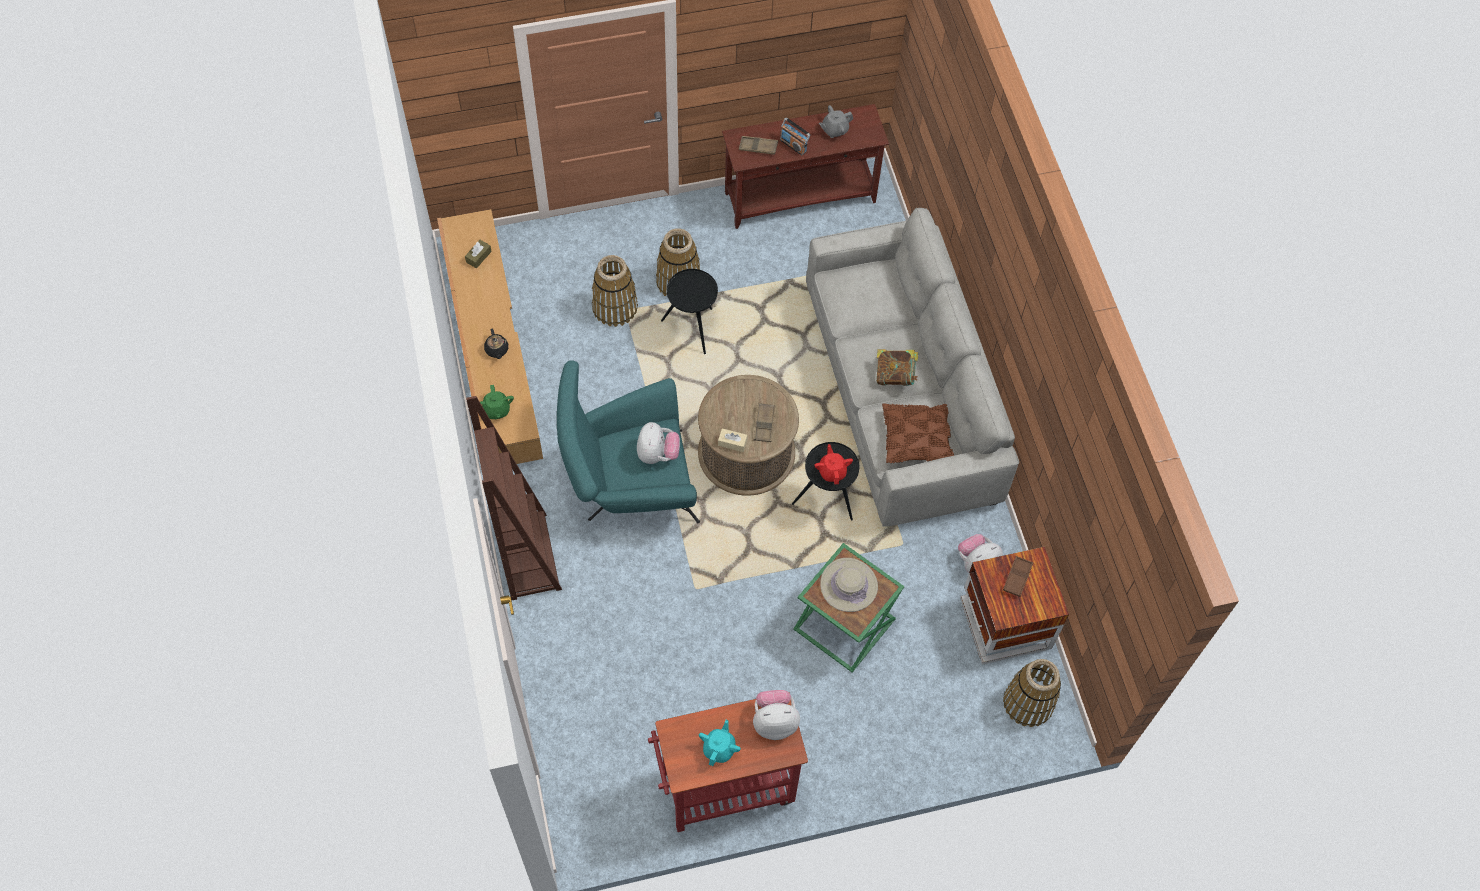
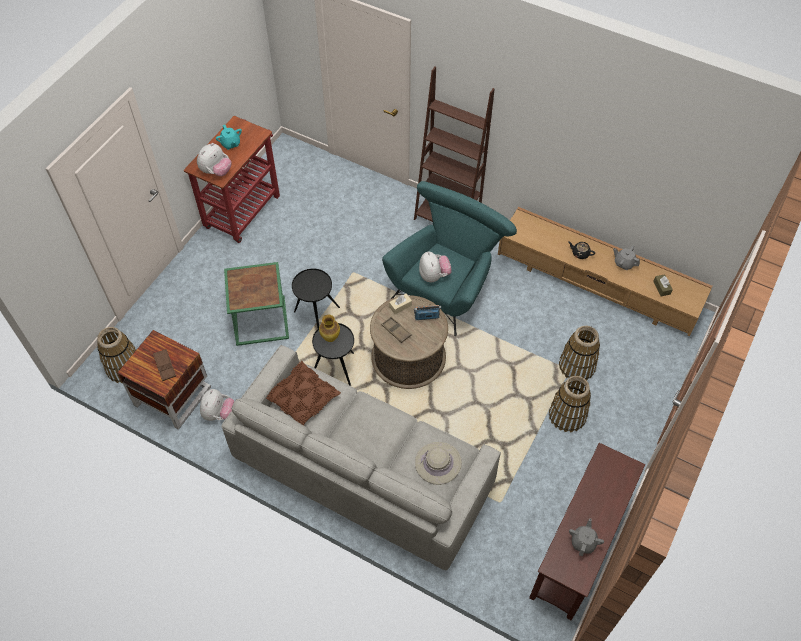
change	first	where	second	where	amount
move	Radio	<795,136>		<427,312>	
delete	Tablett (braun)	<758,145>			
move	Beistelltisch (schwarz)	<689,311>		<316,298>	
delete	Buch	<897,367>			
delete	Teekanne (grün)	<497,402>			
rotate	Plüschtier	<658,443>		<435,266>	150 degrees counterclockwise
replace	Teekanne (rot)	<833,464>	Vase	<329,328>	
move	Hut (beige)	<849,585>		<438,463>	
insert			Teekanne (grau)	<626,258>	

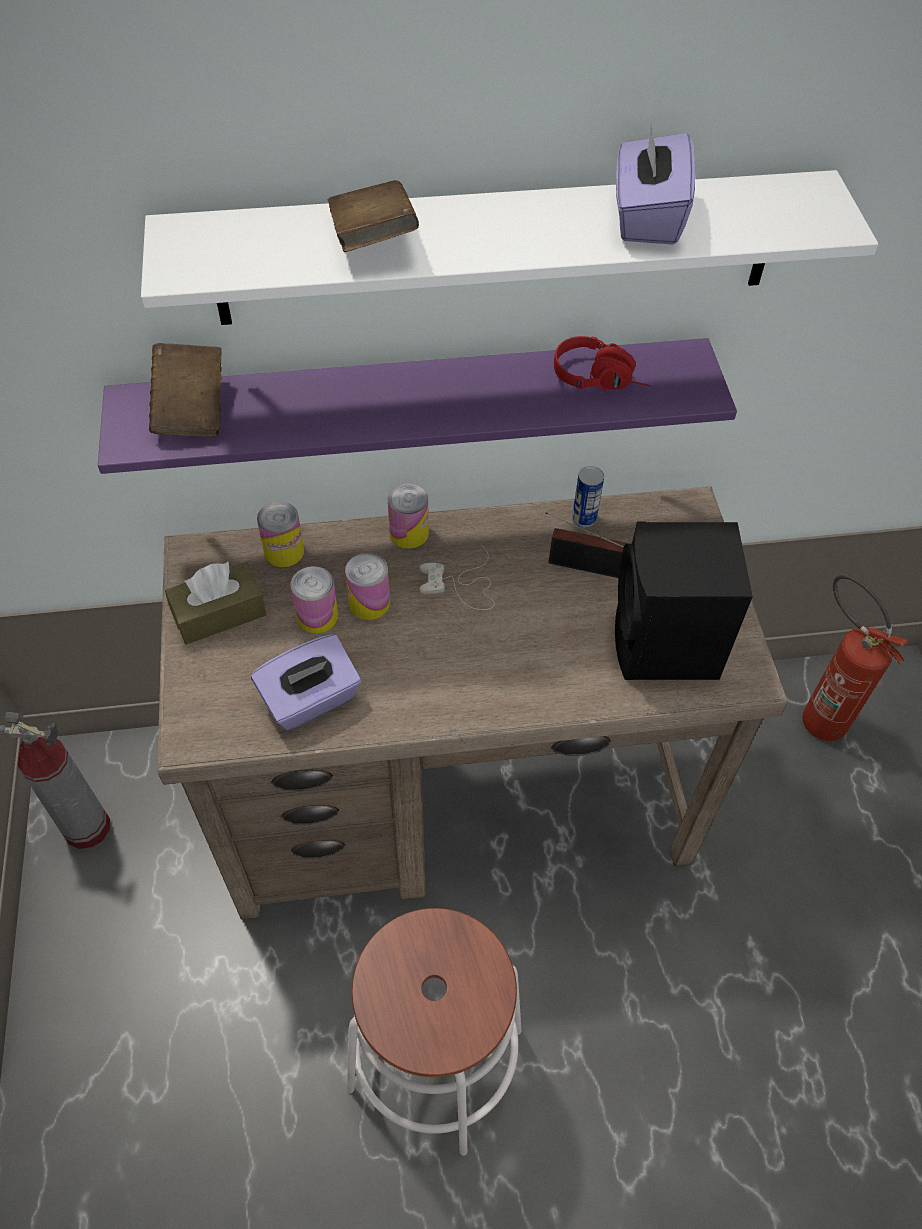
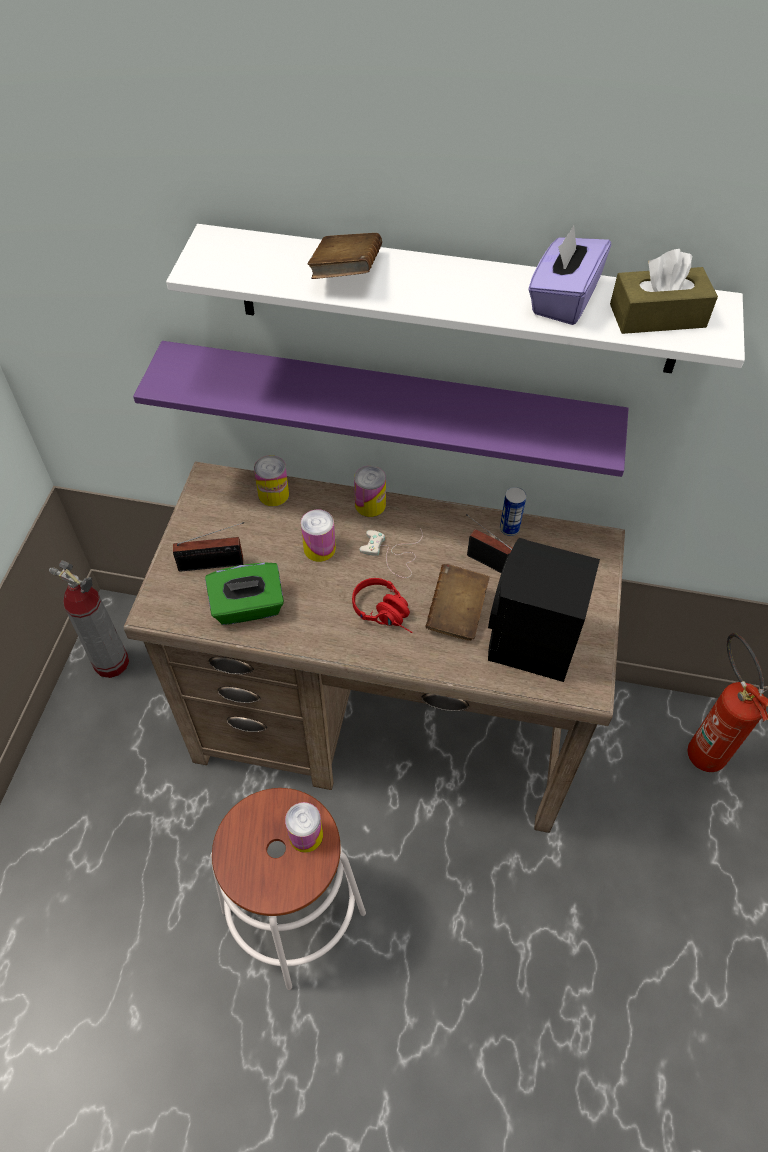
change	first	where	second	where	amount
move	Kopfhörer (rot)	<602,363>		<382,605>	
move	Buch (braun)	<185,390>		<457,602>	
move	Taschentuchbox (braun)	<216,603>		<664,291>	
move	Dose	<314,600>		<304,827>	
recolor	Taschentuchbox (lila)	<306,682>	Taschentuchbox (grün)	<244,593>	
insert			Radio	<208,547>	

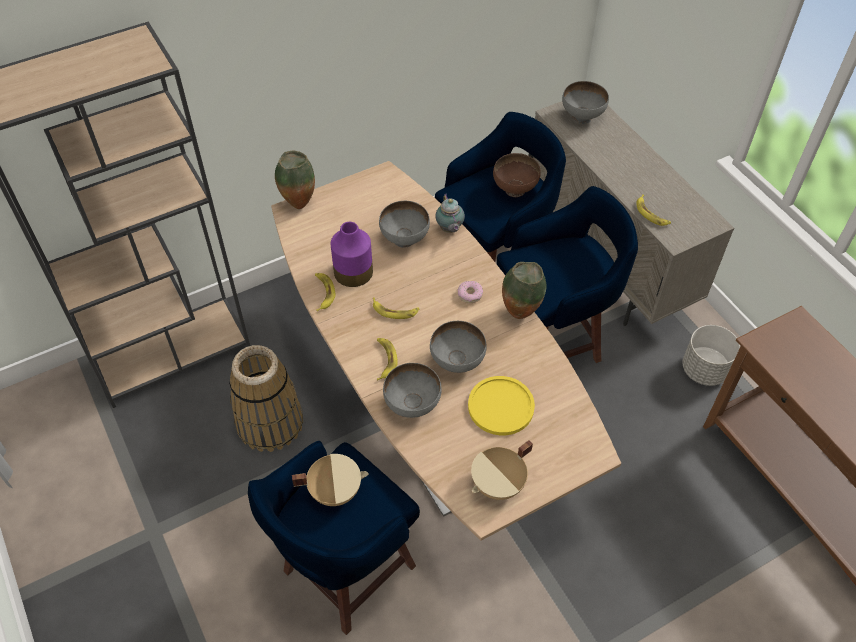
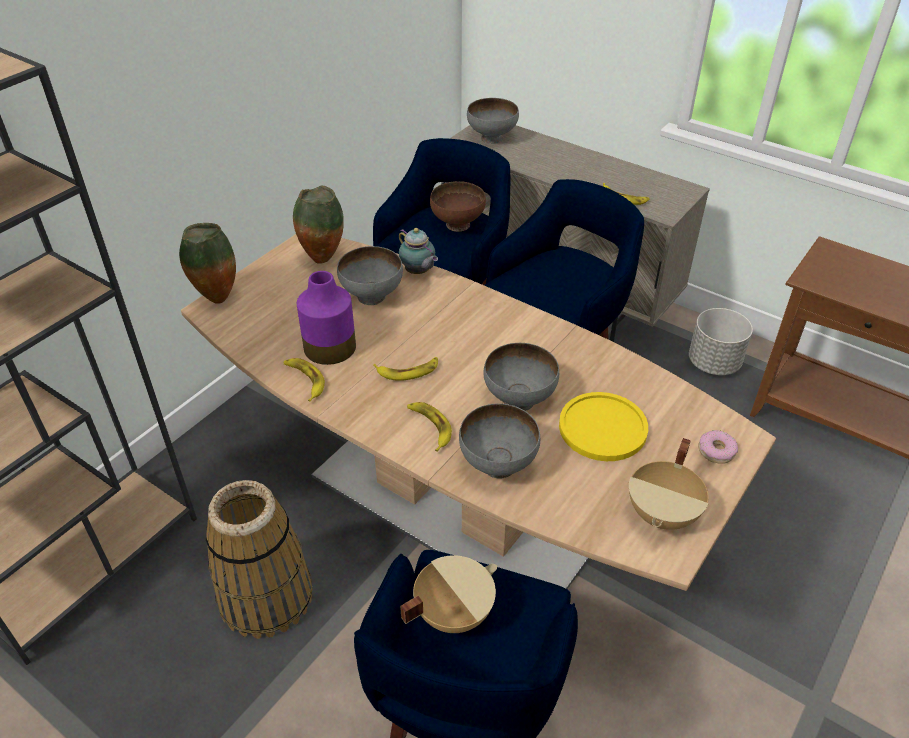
change	first	where	second	where	amount
move	Vase	<524,290>		<318,224>	
move	Donut	<470,292>		<718,447>	

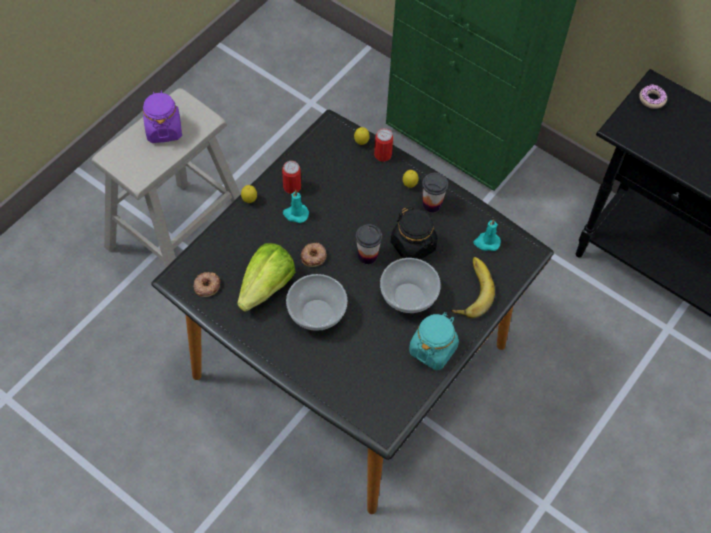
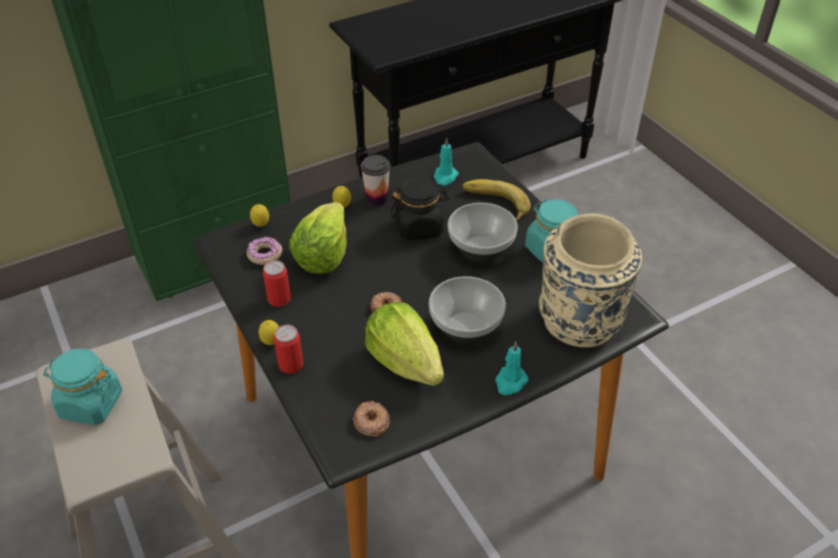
change	first	where	second	where	amount
move	Donut	<653,96>		<264,251>	
recolor	Vorratsglas (lila)	<162,117>	Vorratsglas (türkis)	<83,386>	
move	Dose	<383,145>		<288,349>	
move	Kerze (türkis)	<296,206>		<511,368>	
delete	Tasse	<369,244>			
insert			Salatkopf	<318,238>	
insert			Vase (beige)	<590,280>	

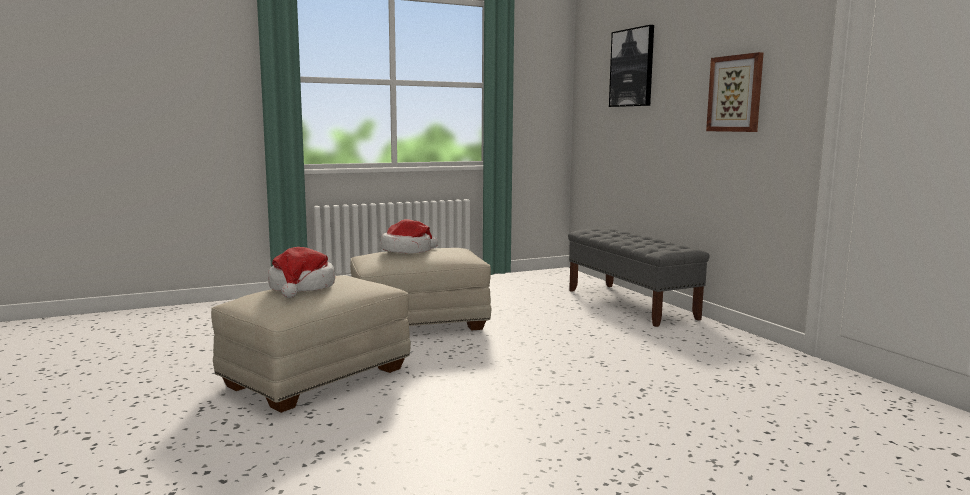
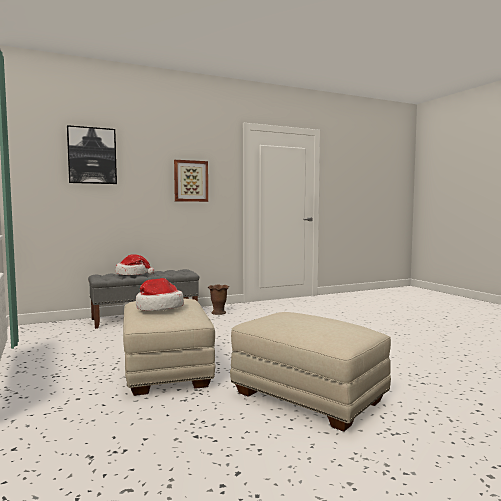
change	first	where	second	where	amount
move	Hut	<301,272>		<135,264>	
insert			Vase (braun)	<218,299>	

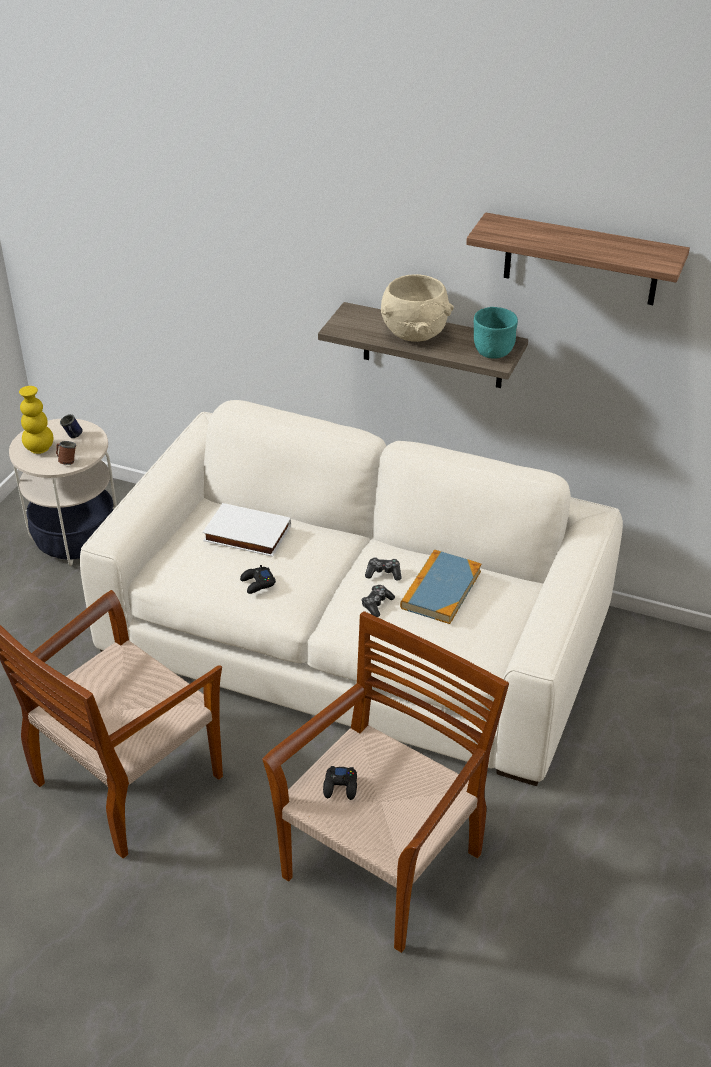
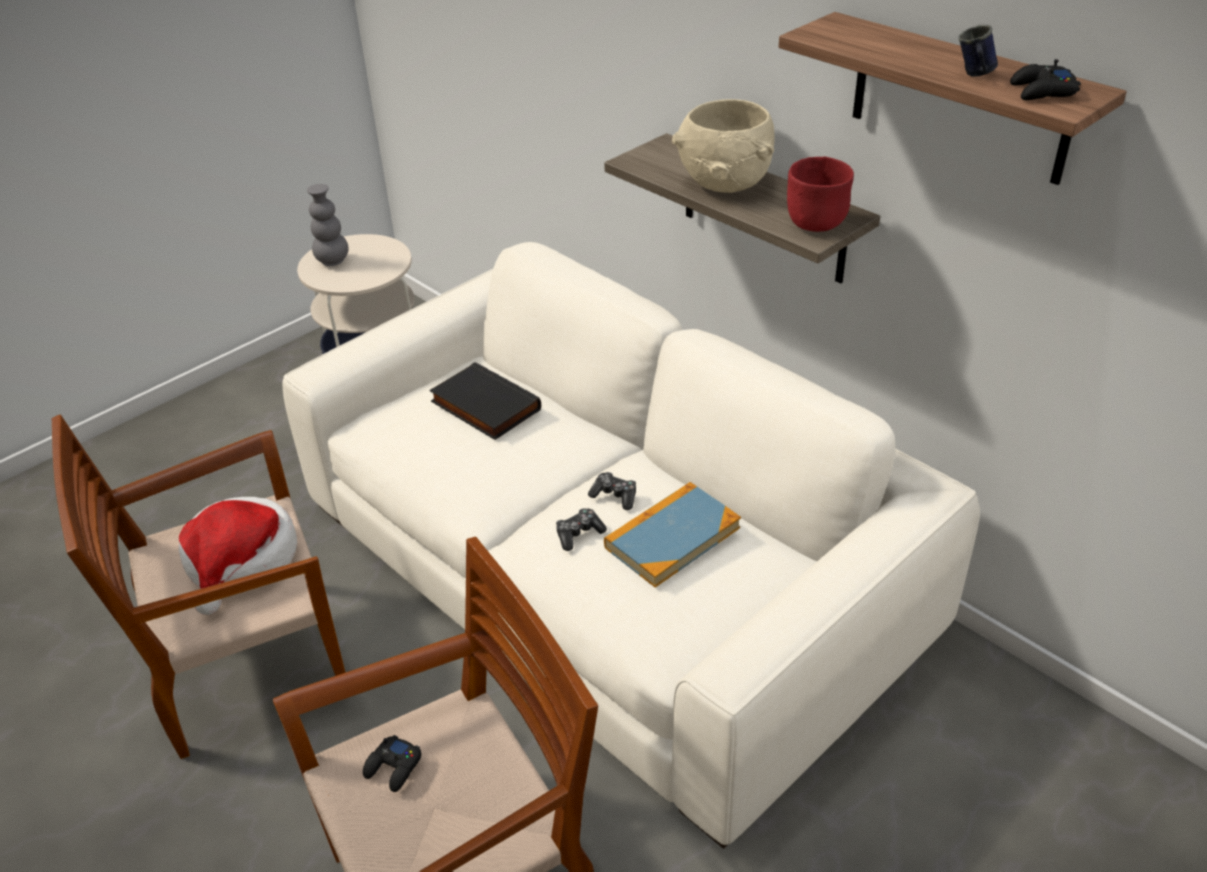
change	first	where	second	where	amount
recolor	Schüssel (türkis)	<496,333>	Schüssel (rot)	<820,194>	
recolor	Vase (gelb)	<36,420>	Vase (grau)	<328,225>	
move	Henkelbecher (blau)	<71,426>		<978,51>	
delete	Henkelbecher (braun)	<66,453>			
recolor	Buch (weiß)	<246,530>	Buch (schwarz)	<485,401>	
move	Gamepad (schwarz)	<258,579>		<1045,79>	
insert			Hut	<237,556>	

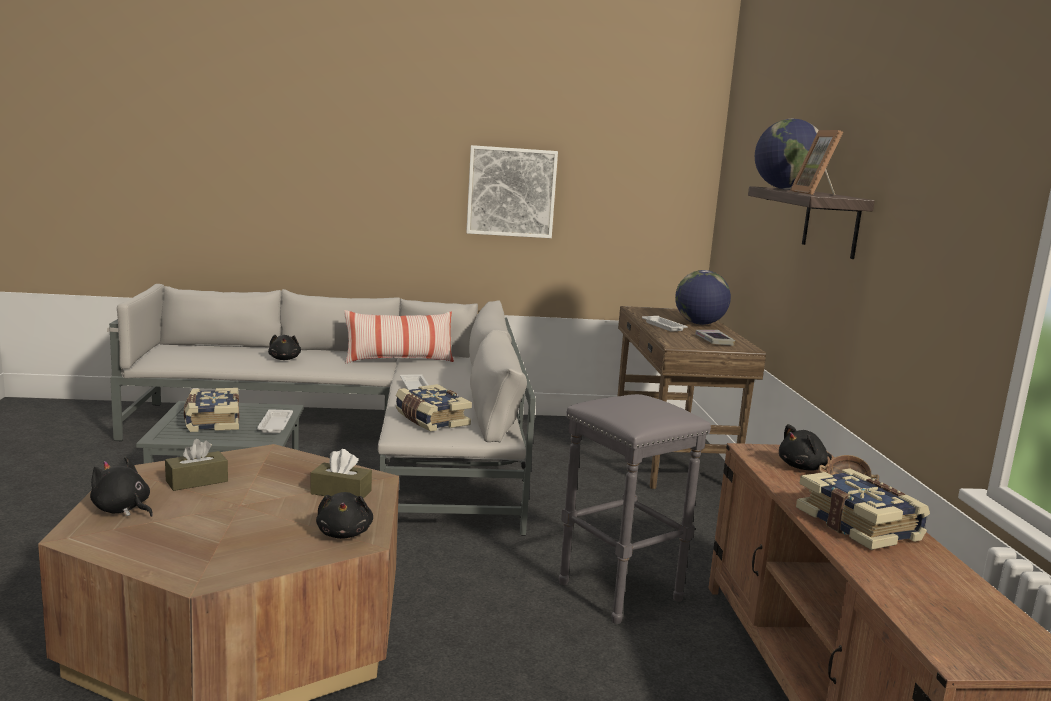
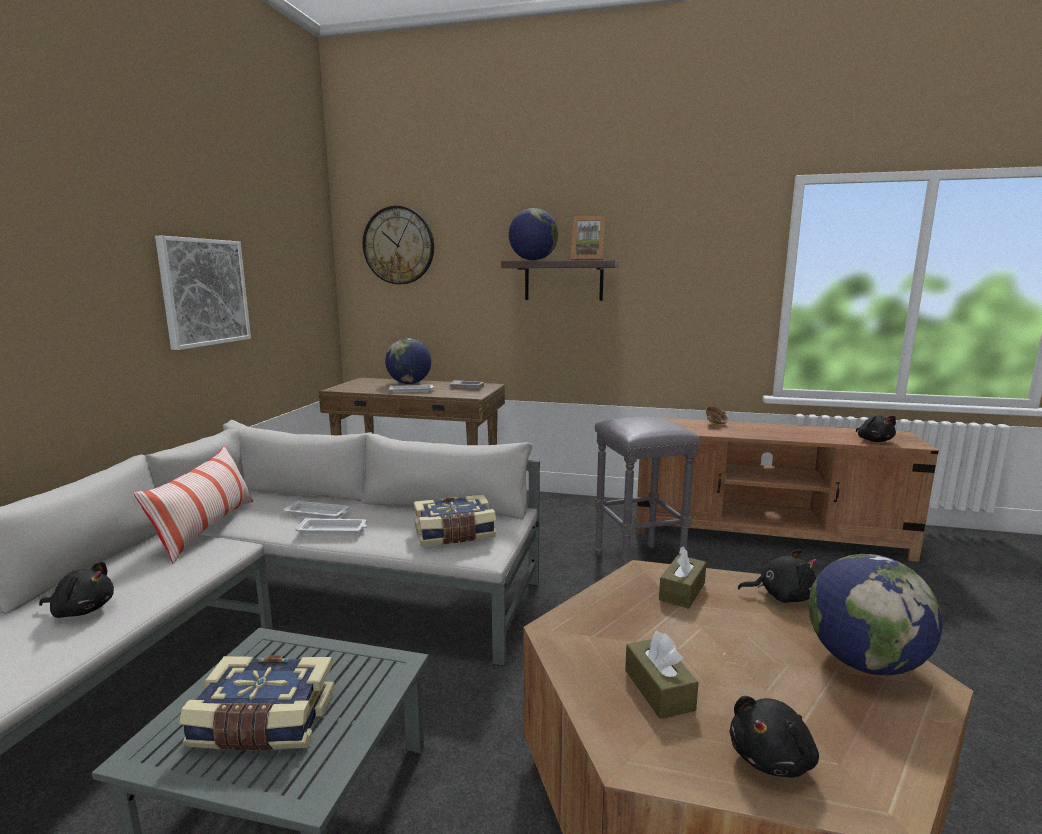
change	first	where	second	where	amount
move	Tablett (weiß)	<275,421>		<317,509>	
move	Plüschtier (schwarz)	<805,447>		<876,428>	
delete	Buch	<863,509>			
insert			Wanduhr	<398,245>	
insert			Globus	<875,614>	

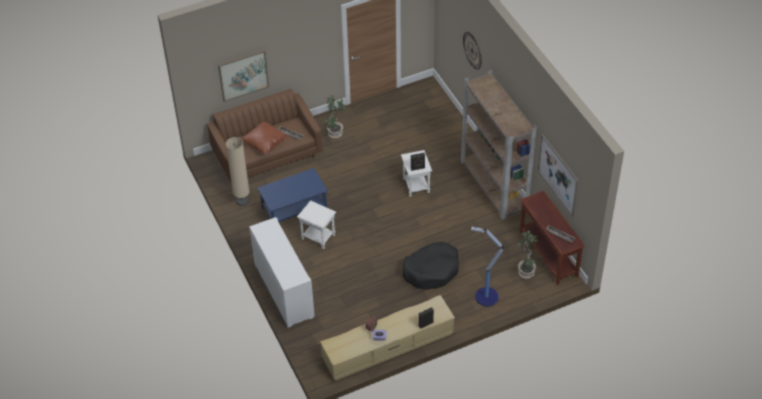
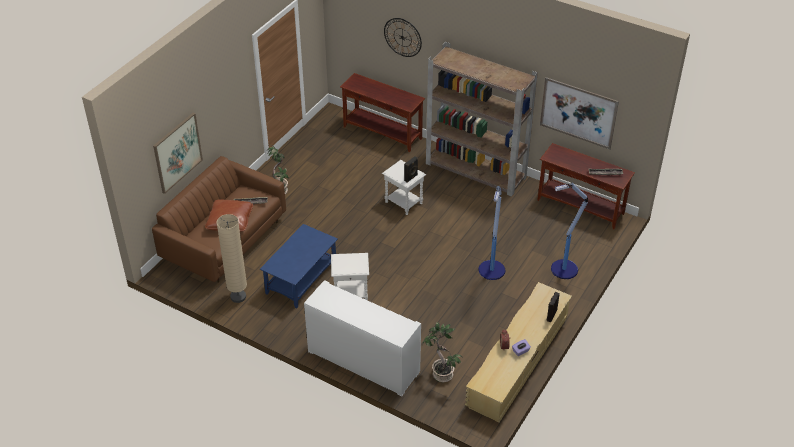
change	first	where	second	where	amount
move	Topfpflanze	<527,255>		<442,352>	
replace	Hundebett (schwarz)	<430,266>	Stehlampe	<491,233>	
insert			Konsolentisch (braun)	<382,112>	

